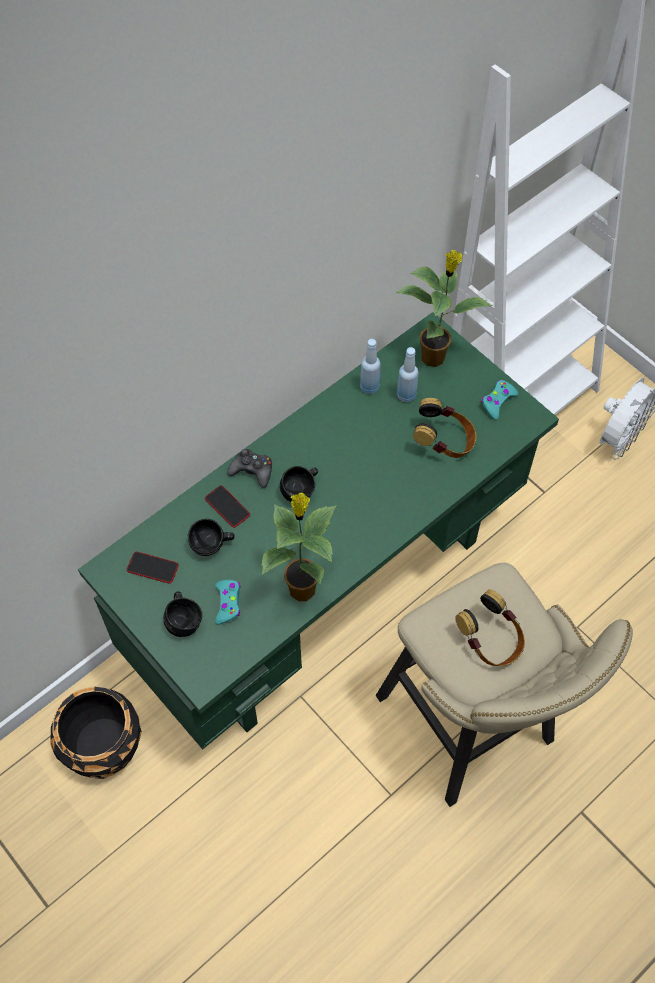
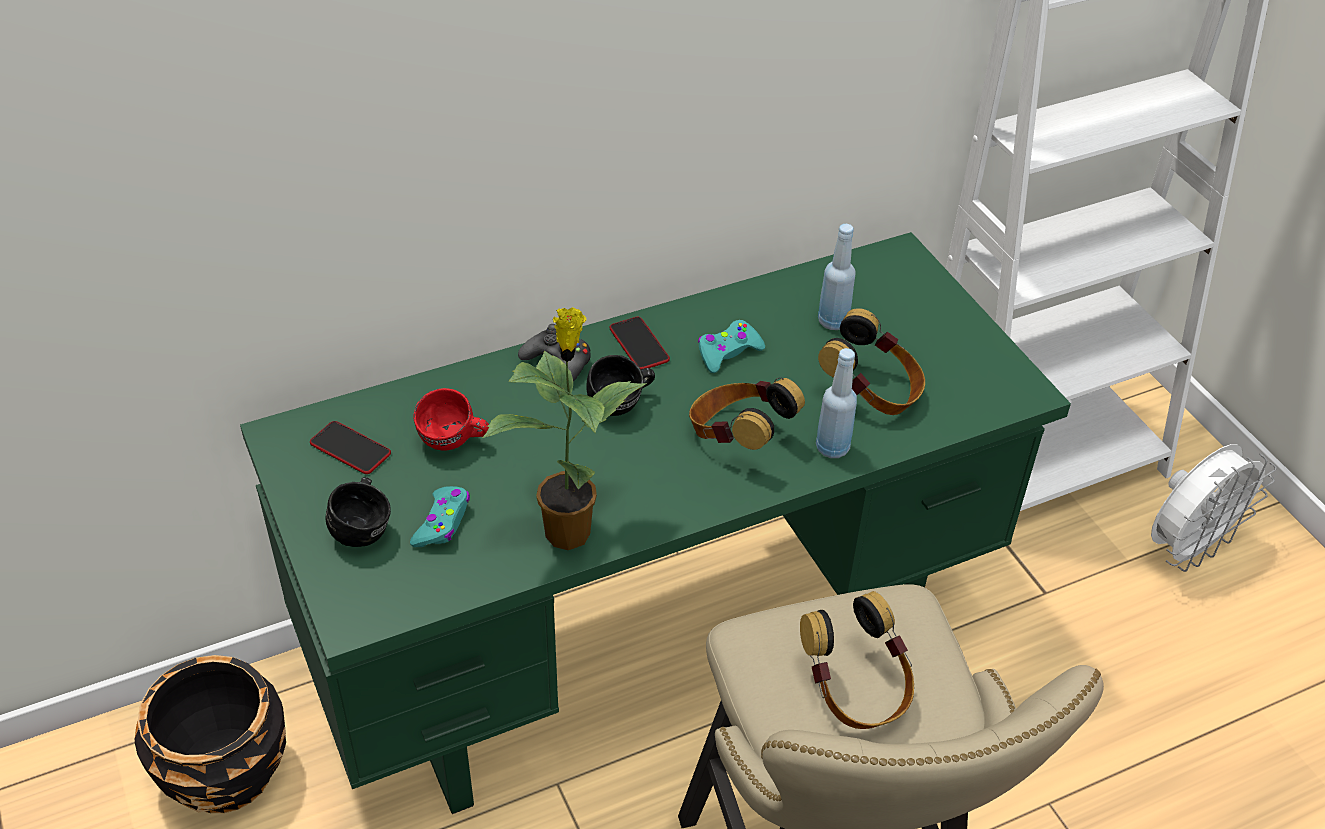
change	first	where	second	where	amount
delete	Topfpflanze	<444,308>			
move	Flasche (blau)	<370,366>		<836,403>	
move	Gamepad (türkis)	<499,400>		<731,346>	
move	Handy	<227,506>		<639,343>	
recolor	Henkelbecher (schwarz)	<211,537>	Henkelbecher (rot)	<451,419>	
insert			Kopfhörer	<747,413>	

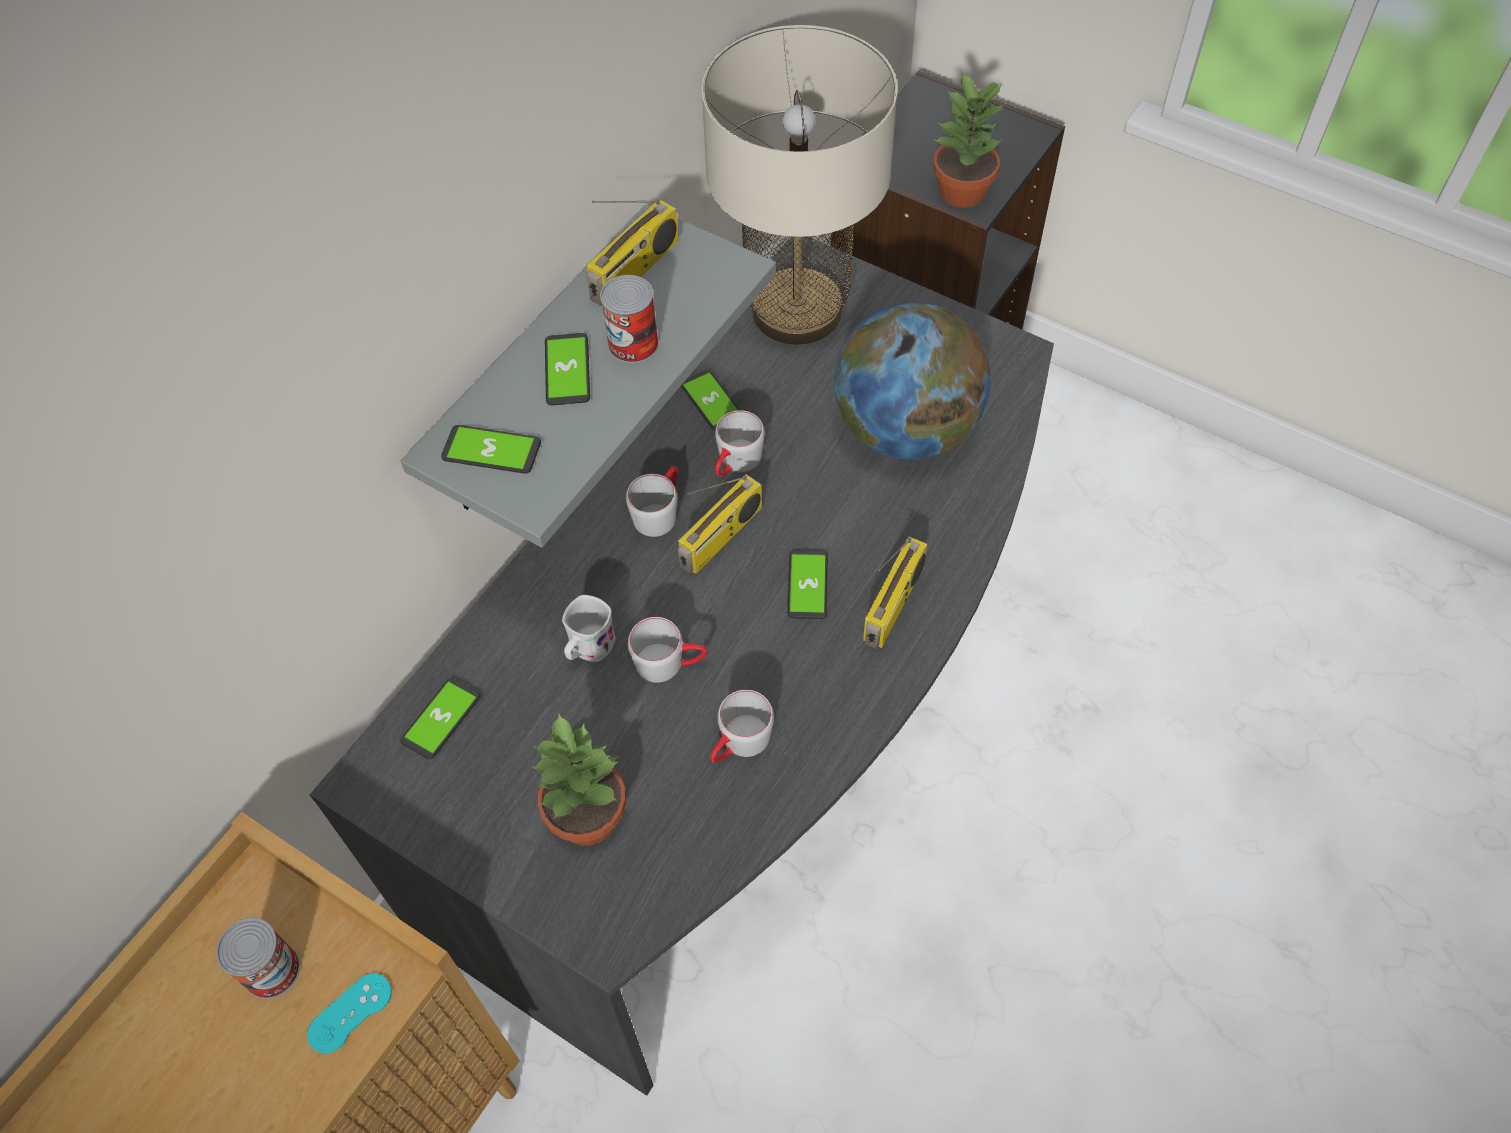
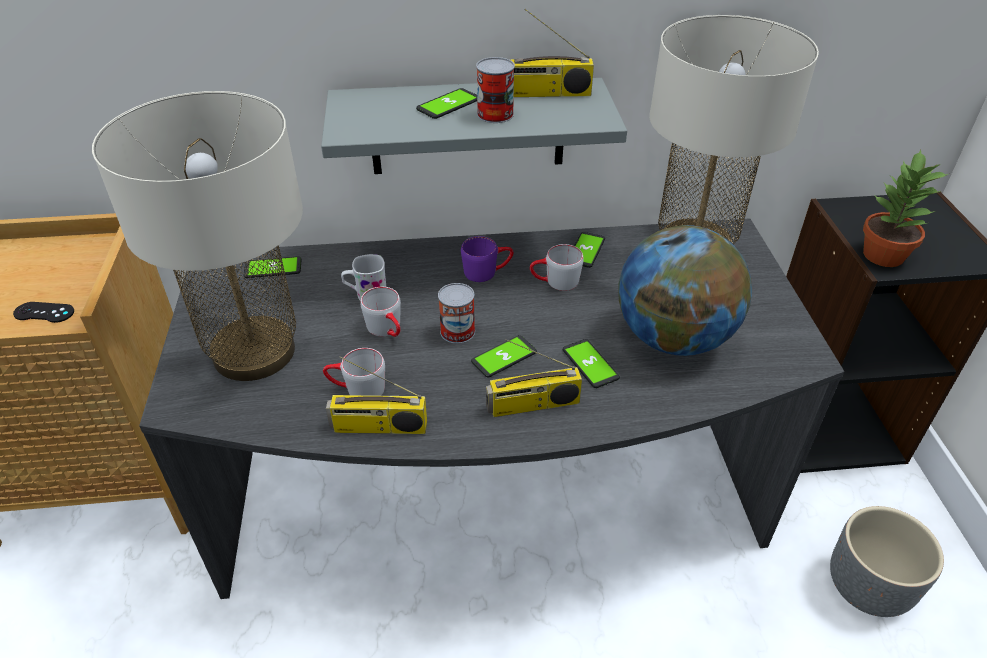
change	first	where	second	where	amount
move	Handy	<491,449>		<591,363>	
recolor	Henkelbecher (grau)	<651,501>	Henkelbecher (lila)	<487,259>	
move	Radio	<720,524>		<376,395>	
replace	Topfpflanze	<579,780>	Tischlampe	<197,236>	
move	Dose	<258,958>		<456,313>	
recolor	Gamepad (türkis)	<349,1013>	Gamepad (schwarz)	<43,312>	
insert			Pflanzkübel (grau)	<887,561>	

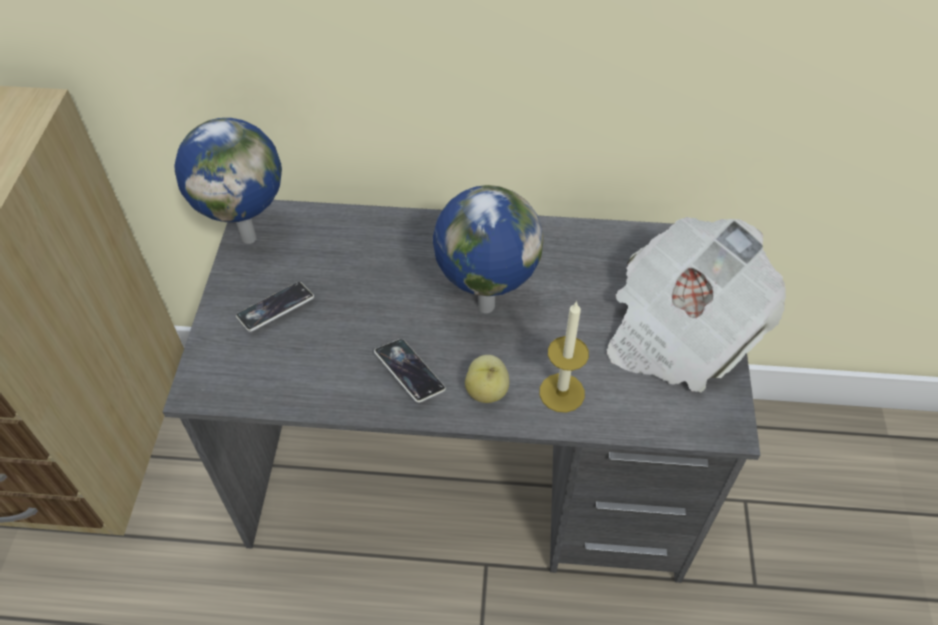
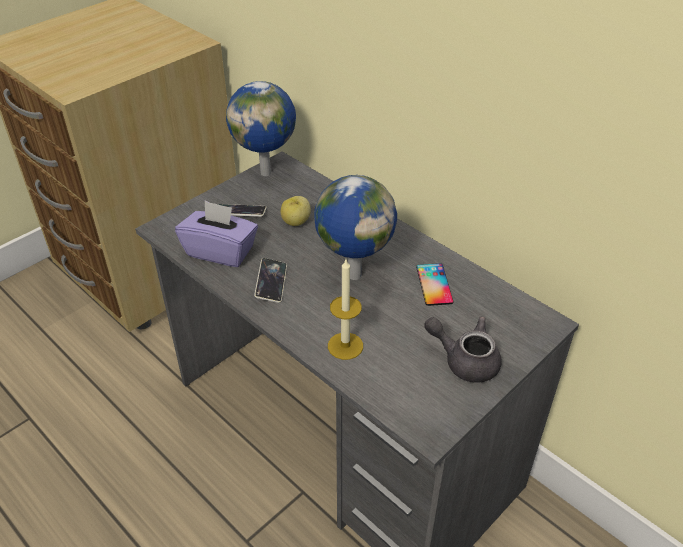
change	first	where	second	where	amount
replace	Zeitung	<696,304>	Teekanne (grau)	<462,350>	
move	Apfel	<487,379>		<296,211>	
insert			Taschentuchbox (lila)	<216,234>	
insert			Handy	<435,284>	

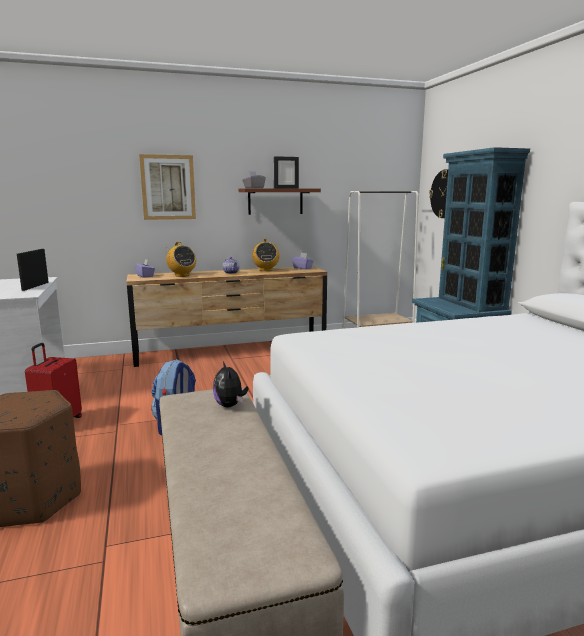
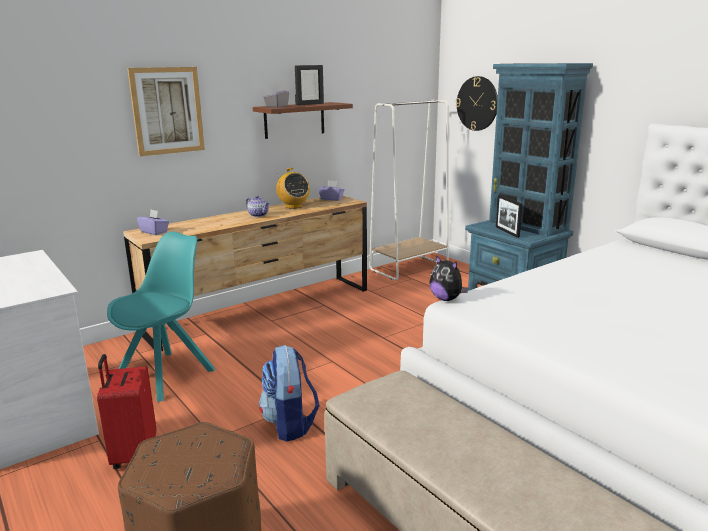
change	first	where	second	where	amount
delete	Radio	<181,259>			
move	Bilderrahmen	<33,270>		<509,216>	
move	Plüschtier	<230,384>		<448,278>	
insert			Stuhl (türkis)	<161,317>	

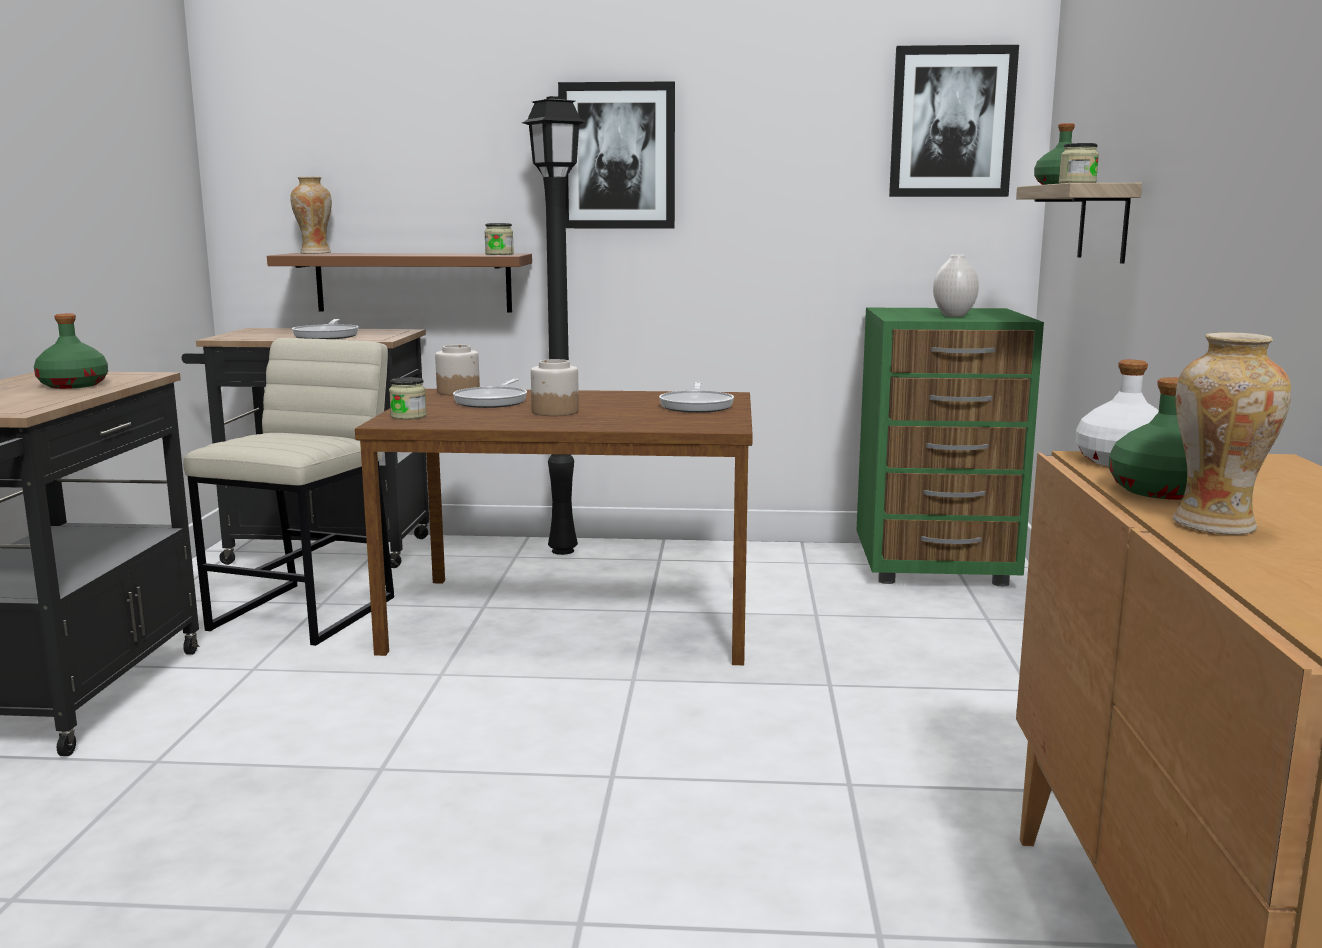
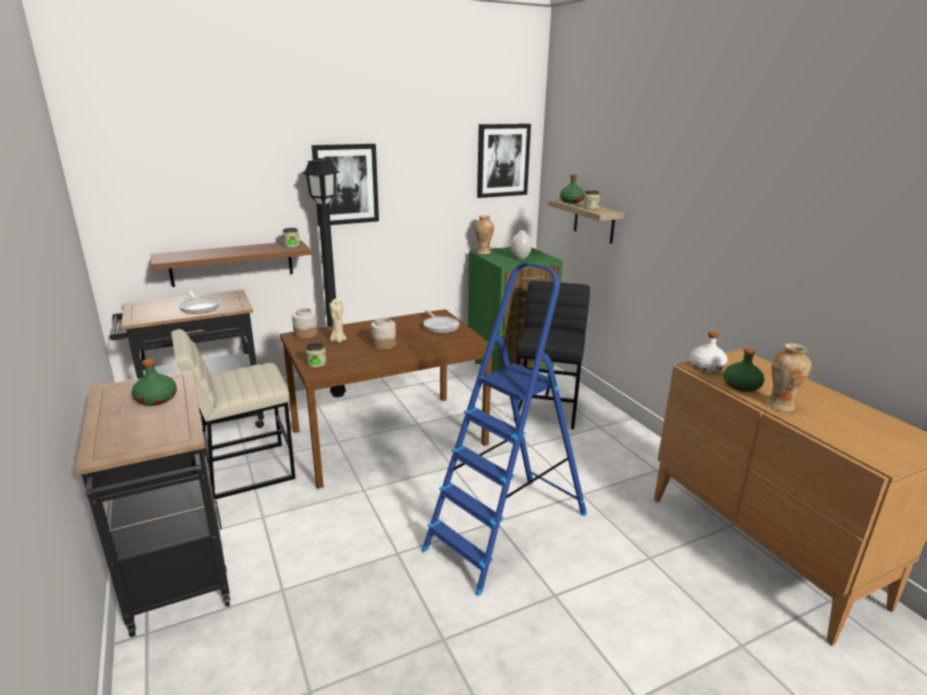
change	first	where	second	where	amount
move	Vase	<311,215>		<484,234>	
rotate	Stuhl (beige)	<288,492>		<233,414>	105 degrees counterclockwise
replace	Pfanne	<490,393>	Kerze (beige)	<338,321>	
insert			Trittleiter (blau)	<504,429>	
insert			Stuhl (schwarz)	<552,354>	

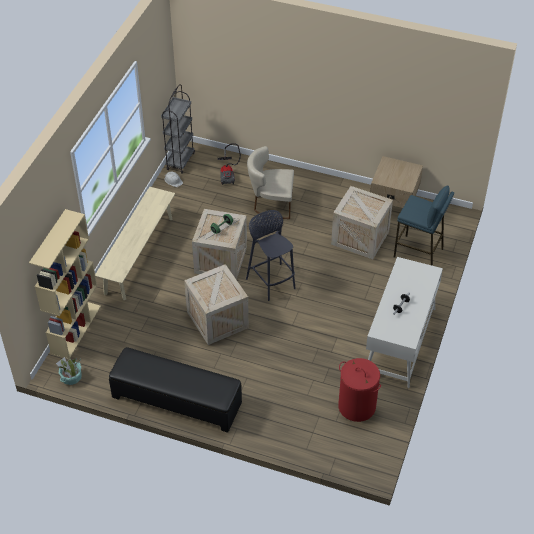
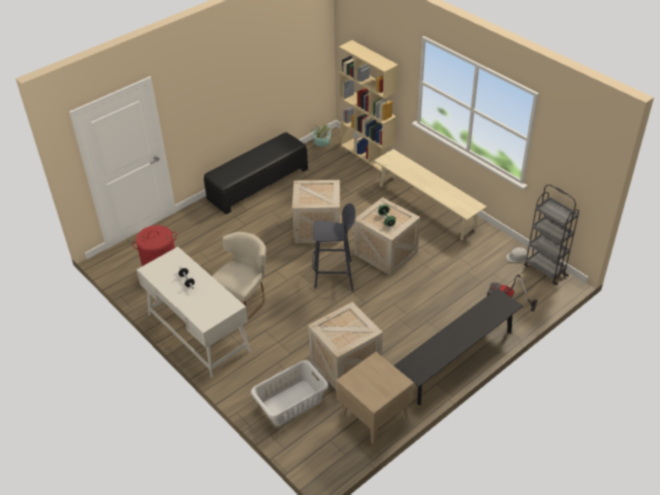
change	first	where	second	where	amount
move	Stuhl (beige)	<270,182>		<239,276>	
replace	Hocker (blau)	<424,226>	Wäschekorb (grau)	<290,393>	
insert			Bank (schwarz)	<458,346>	

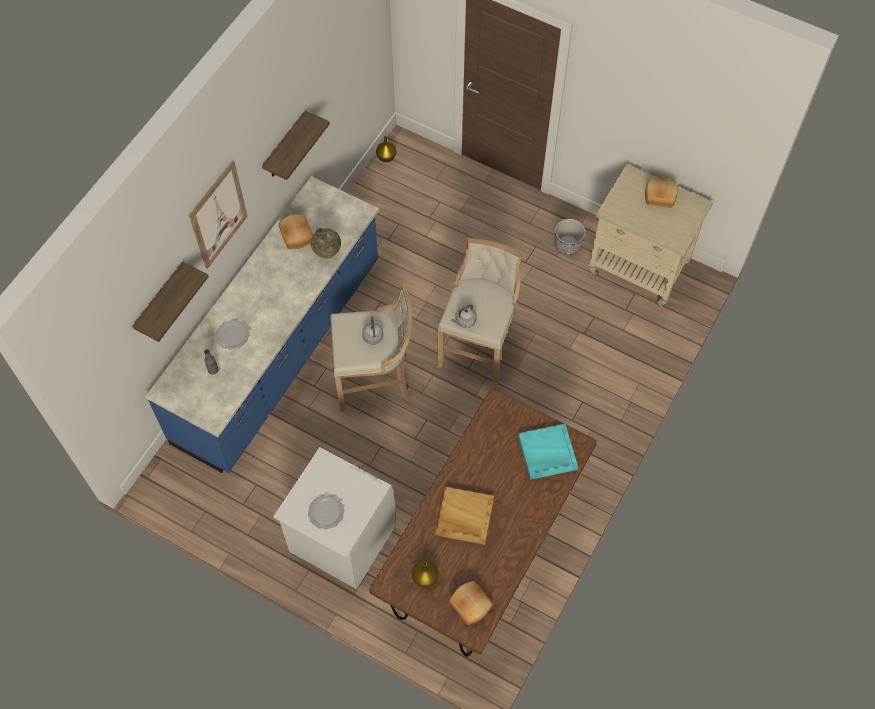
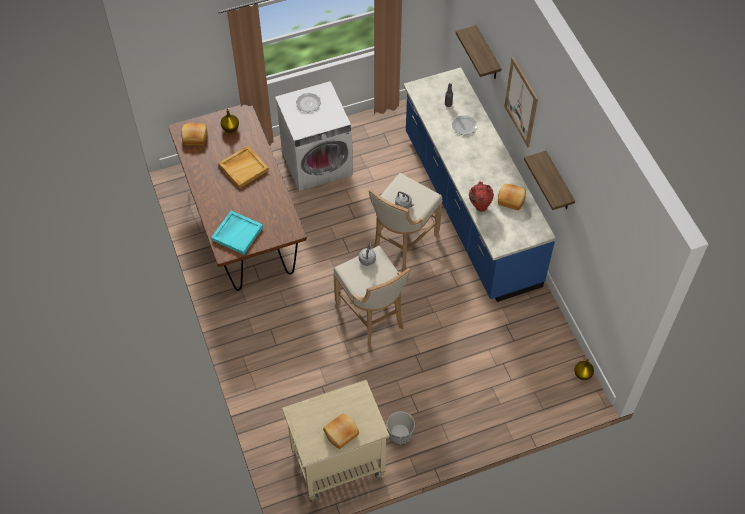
change	first	where	second	where	amount
recolor	Vase (beige)	<326,243>	Vase (rot)	<481,196>	

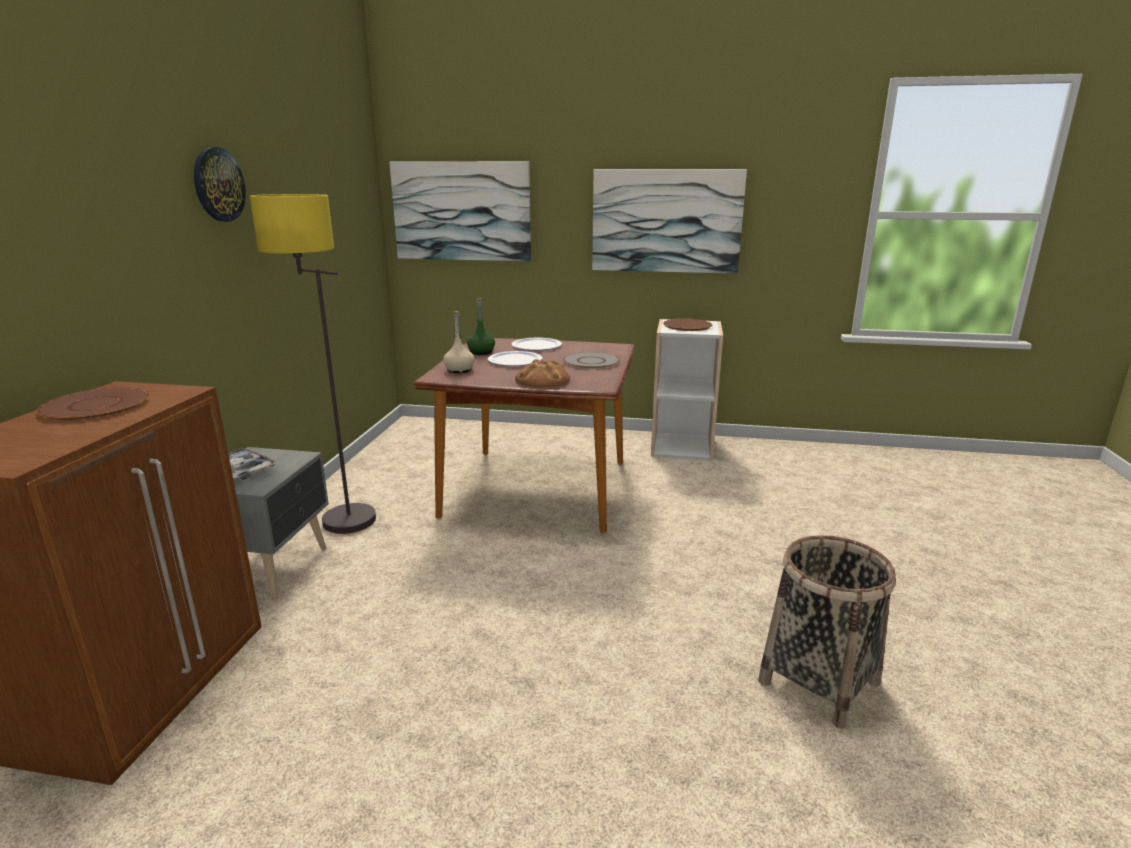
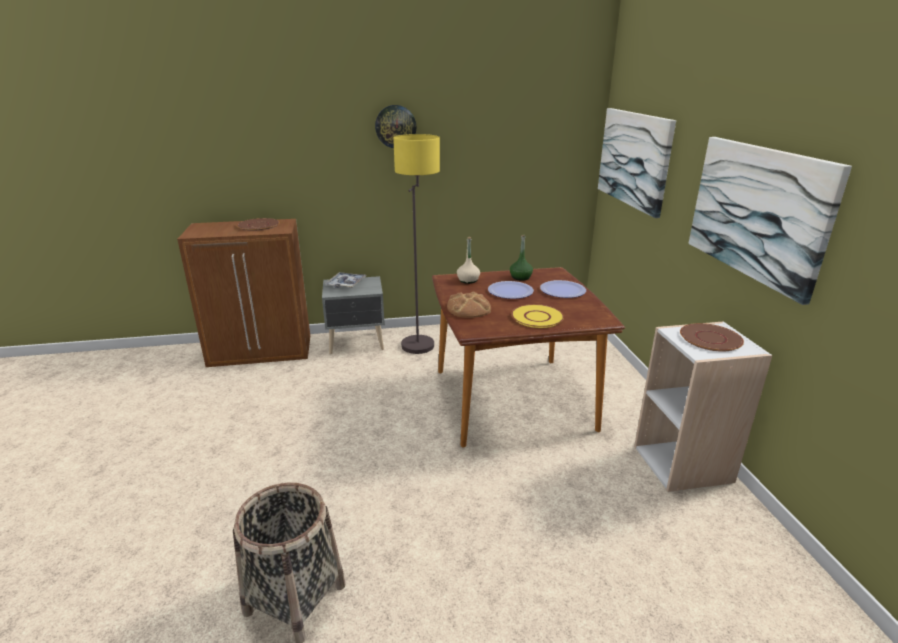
change	first	where	second	where	amount
recolor	Teller (grau)	<591,360>	Teller (gelb)	<537,316>	

